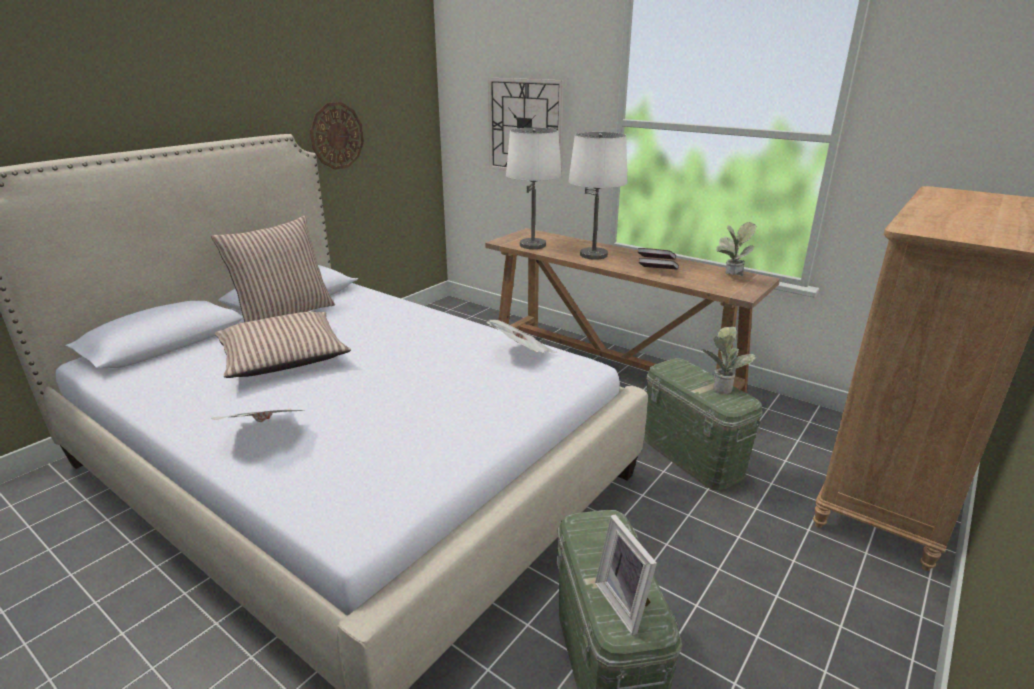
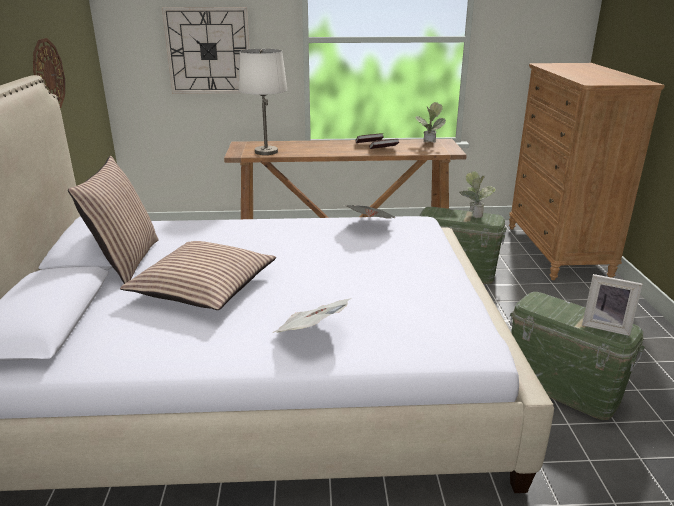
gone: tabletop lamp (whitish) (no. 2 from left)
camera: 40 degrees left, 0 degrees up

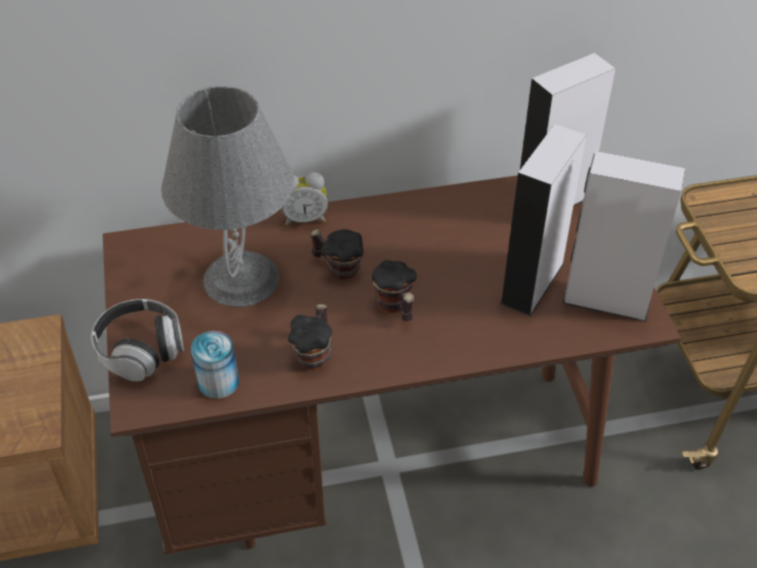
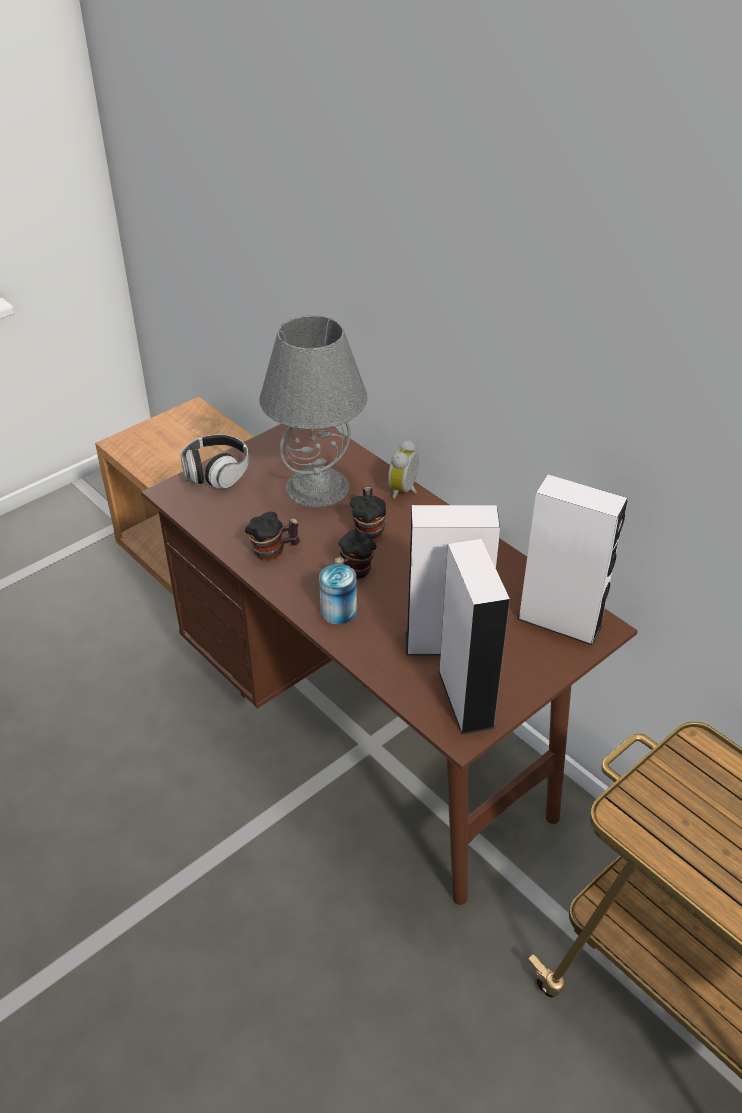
shifted: sealed can
rotated: alarm clock 60 degrees clockwise
camera: 60 degrees right, 5 degrees down

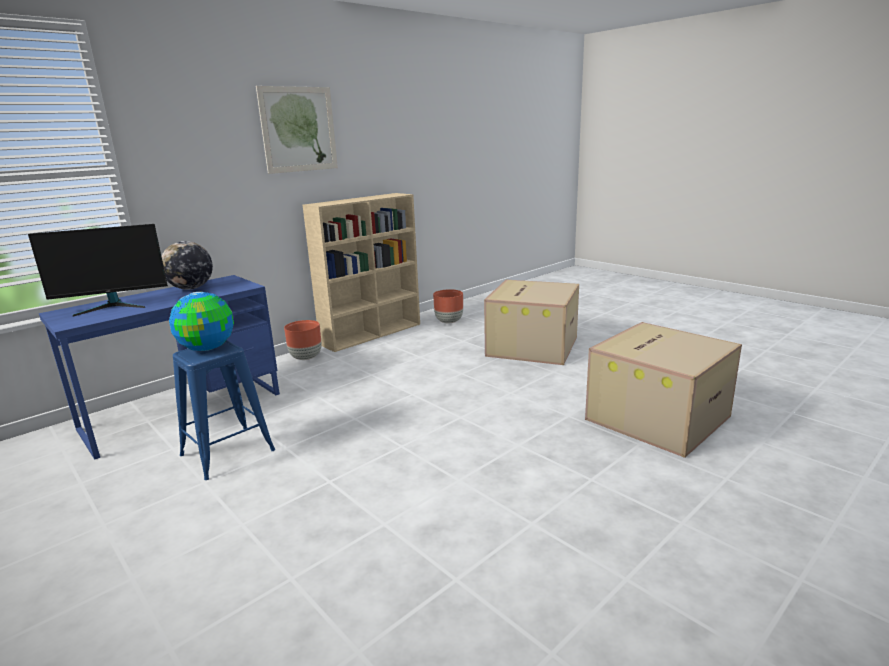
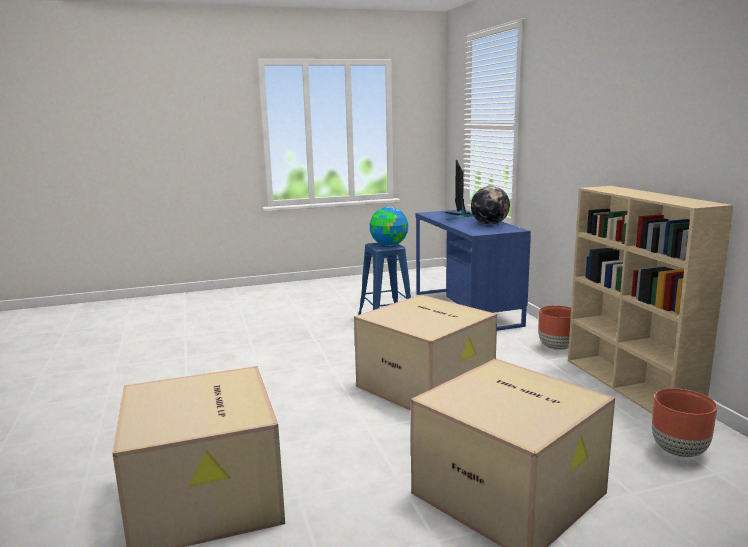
gone: wall picture
new: cardboard box (no. 2 from left)
camera: 115 degrees right, 5 degrees down

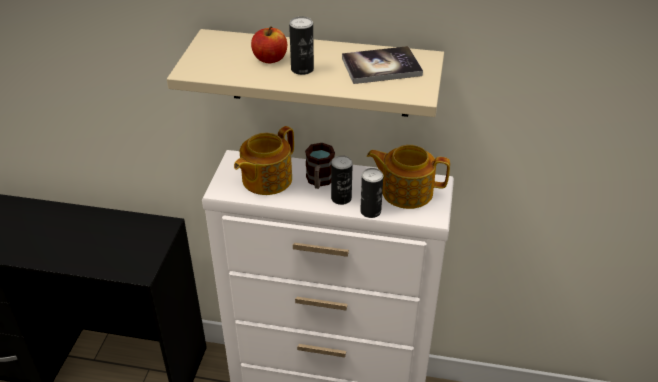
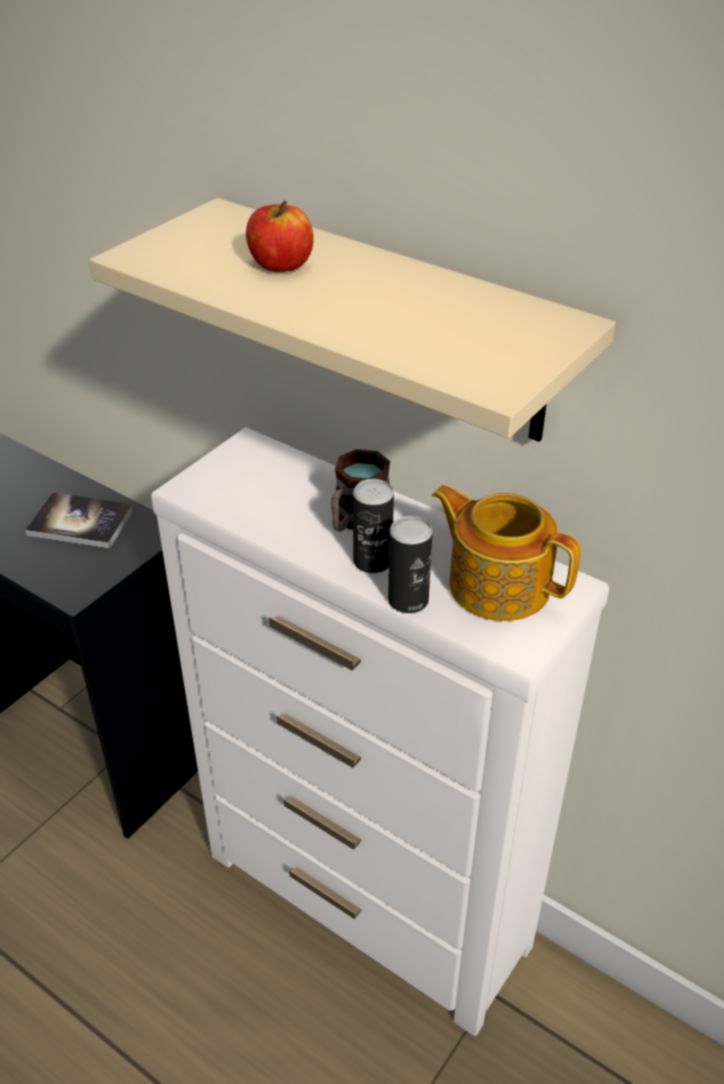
gone: pot for tea (no. 1 from left); sealed can (no. 1 from left)
shifted: book
camera: 25 degrees right, 0 degrees up

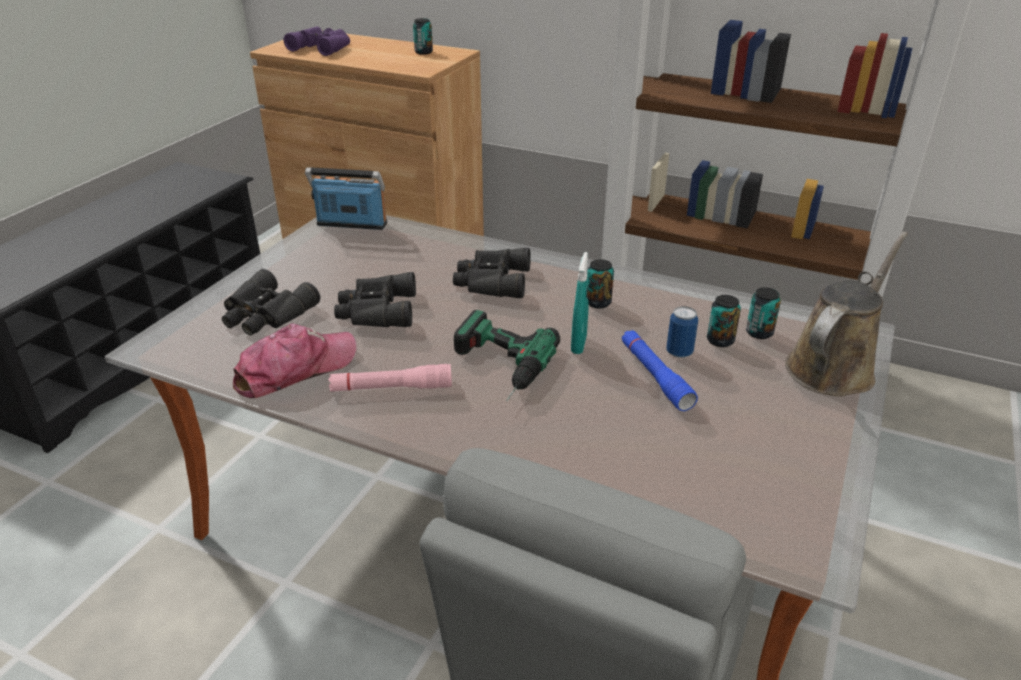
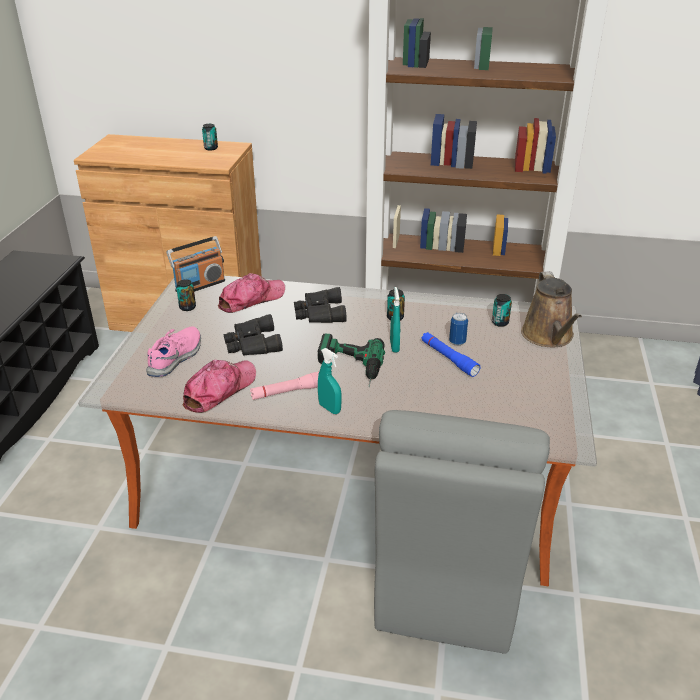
gone: binoculars (purplish)
new: baseball cap (no. 2 from left); sprayer (blue-green) (no. 1 from left)
shifted: sealed can (no. 4 from left in the first image) to sealed can (no. 1 from left)
swapped: binoculars (blackish) (no. 1 from left) to item of footwear (pink)
rotated: radio 150 degrees clockwise; sprinkling can (brown) 150 degrees clockwise
camera: 15 degrees left, 0 degrees up

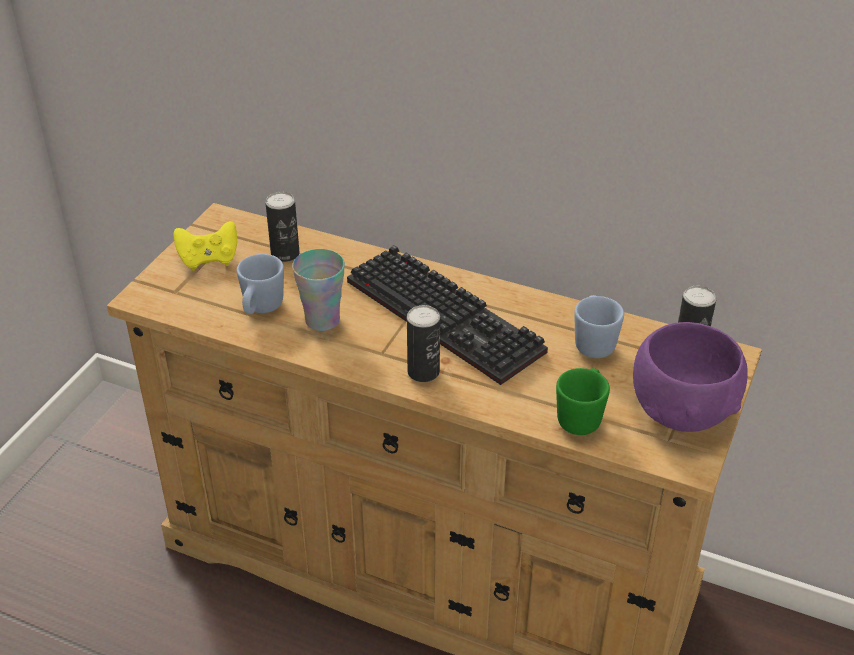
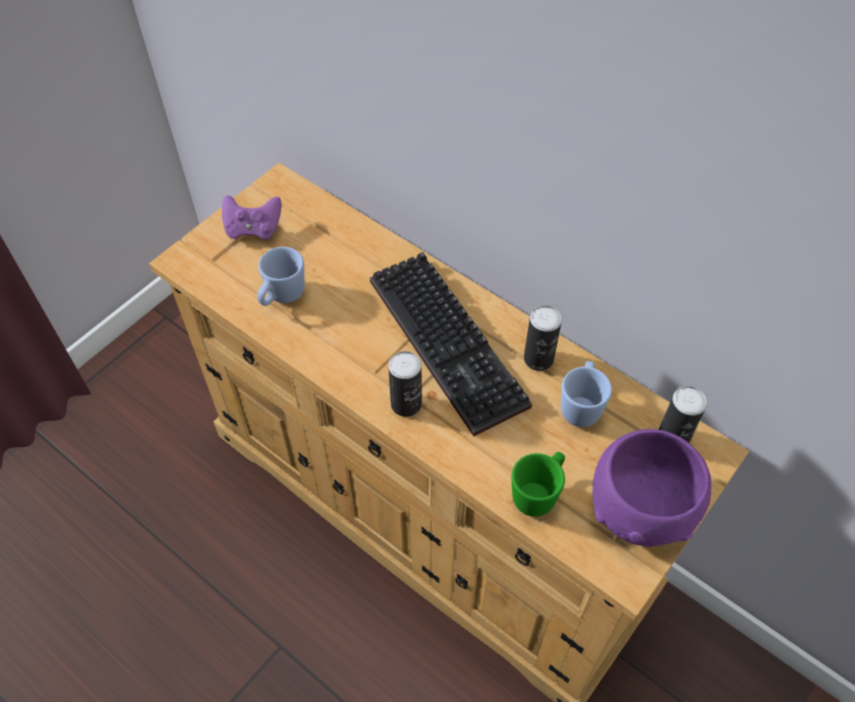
gone: cup
shifted: sealed can (no. 1 from left in the first image) to sealed can (no. 2 from left)
repainted: gamepad (yellow-coloured) to gamepad (purplish)
camera: 15 degrees right, 15 degrees up

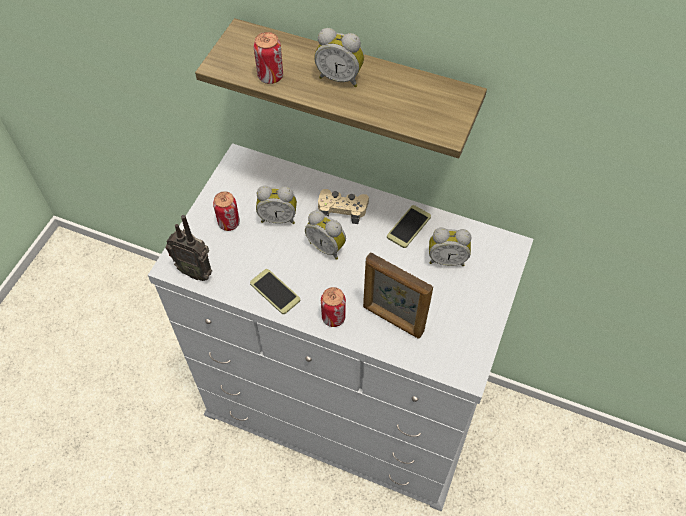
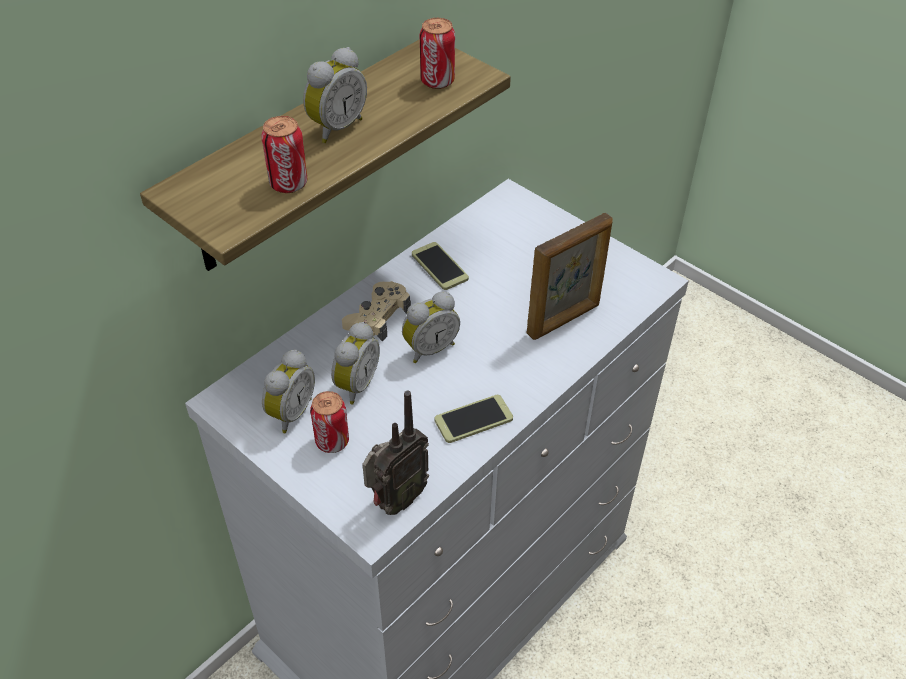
shifted: sealed can (no. 3 from left); alarm clock (no. 4 from left in the first image) to alarm clock (no. 1 from left)
camera: 70 degrees left, 10 degrees down

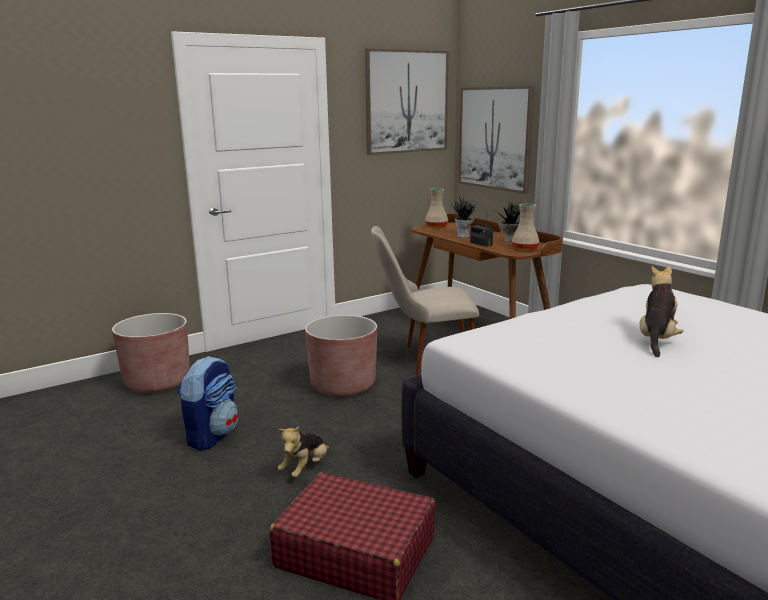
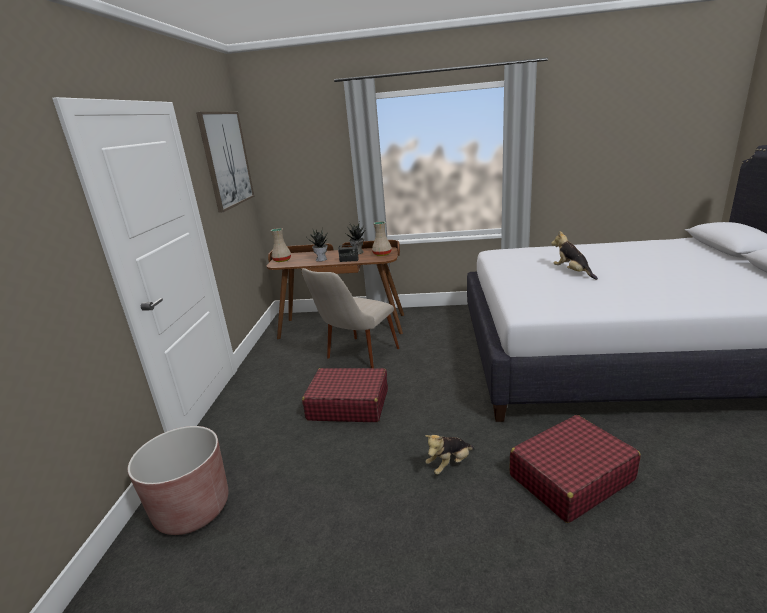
gone: knapsack; wall picture (no. 2 from left)
swapped: plant pot (brown) (no. 2 from left) to suitcase (red) (no. 1 from left)
rotated: plush toy (no. 1 from left) 75 degrees clockwise
camera: 50 degrees left, 5 degrees up

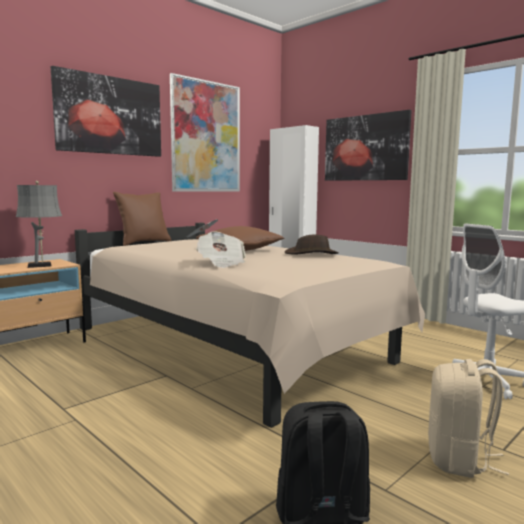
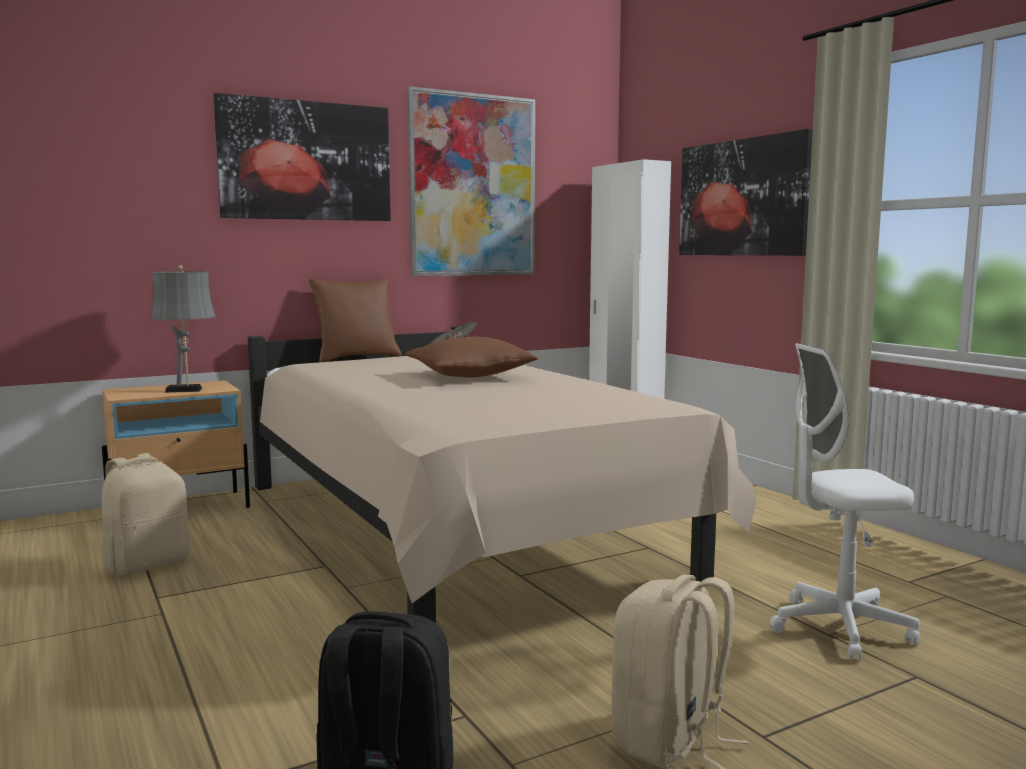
gone: daily paper (no. 2 from left); wearable hat (brown)
new: knapsack (sand-coloured) (no. 1 from left)
camera: 15 degrees right, 0 degrees up

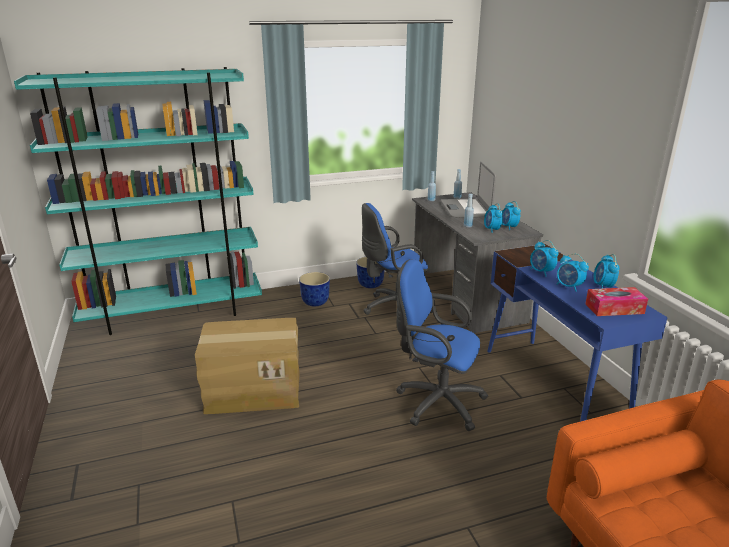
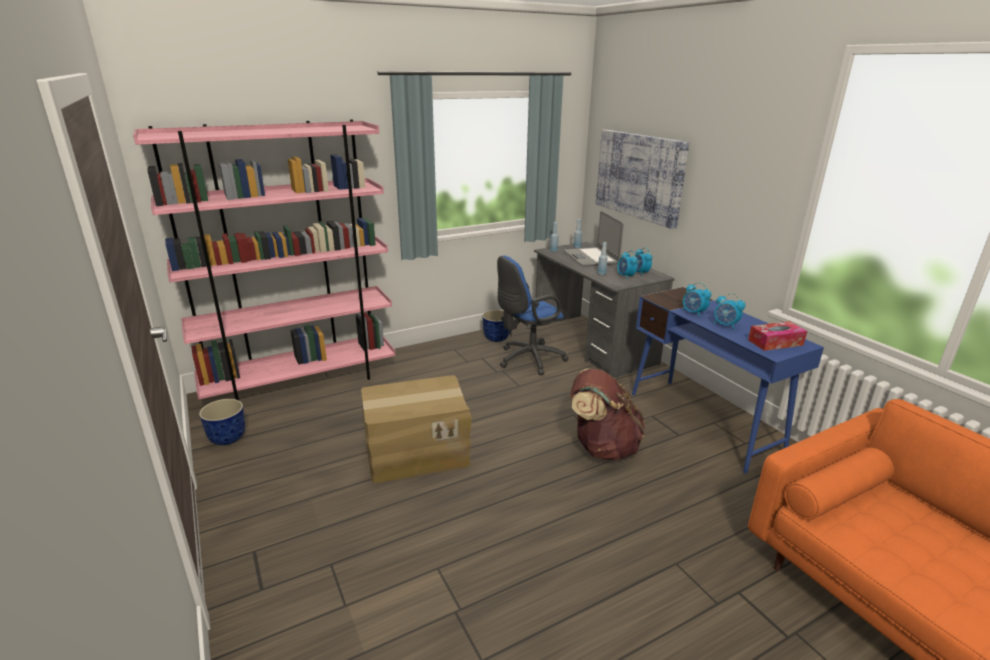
gone: alarm clock (no. 5 from left)
new: wall picture
shifted: plant pot (no. 1 from left)
swapped: desk chair (bluish) (no. 2 from left) to knapsack (brown)
repainted: bookcase (blue-green) to bookcase (pink)
camera: 10 degrees left, 0 degrees up

